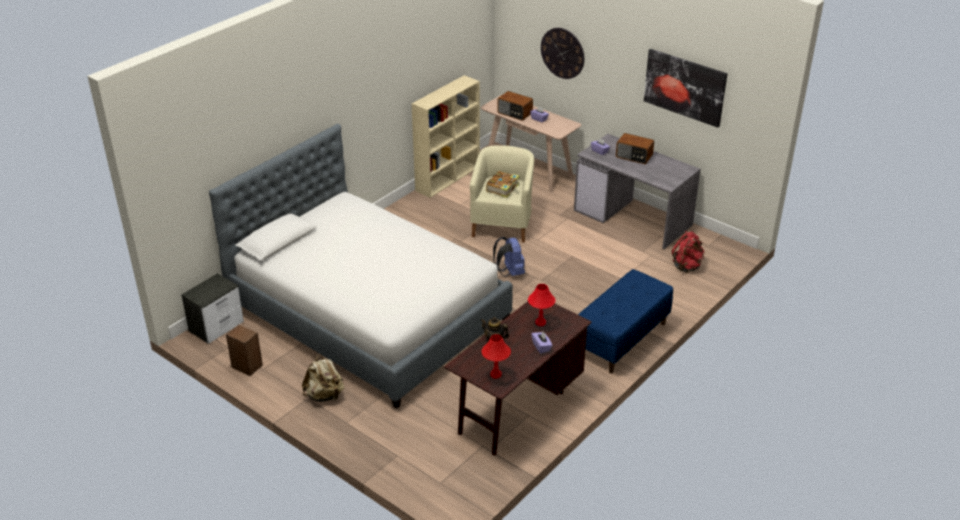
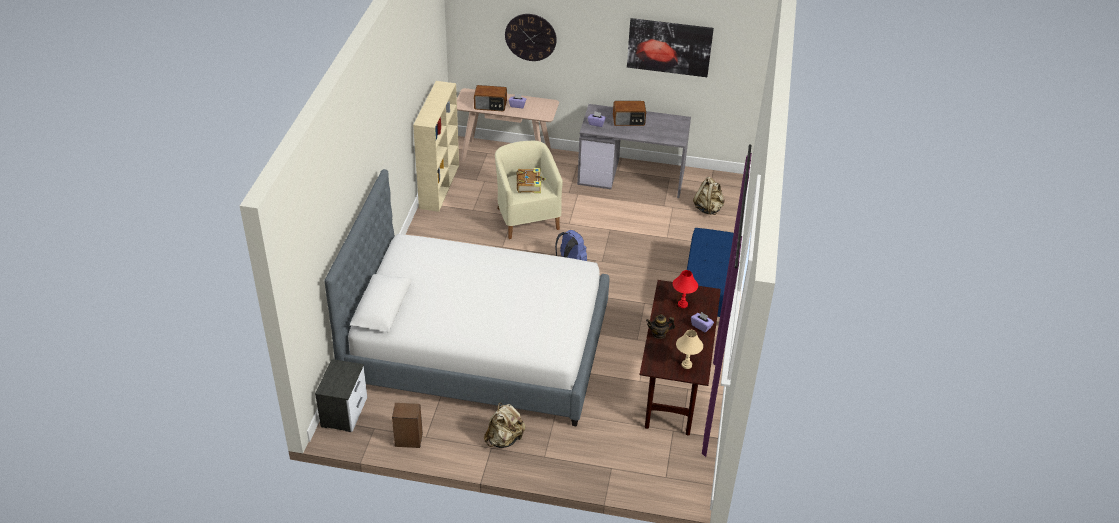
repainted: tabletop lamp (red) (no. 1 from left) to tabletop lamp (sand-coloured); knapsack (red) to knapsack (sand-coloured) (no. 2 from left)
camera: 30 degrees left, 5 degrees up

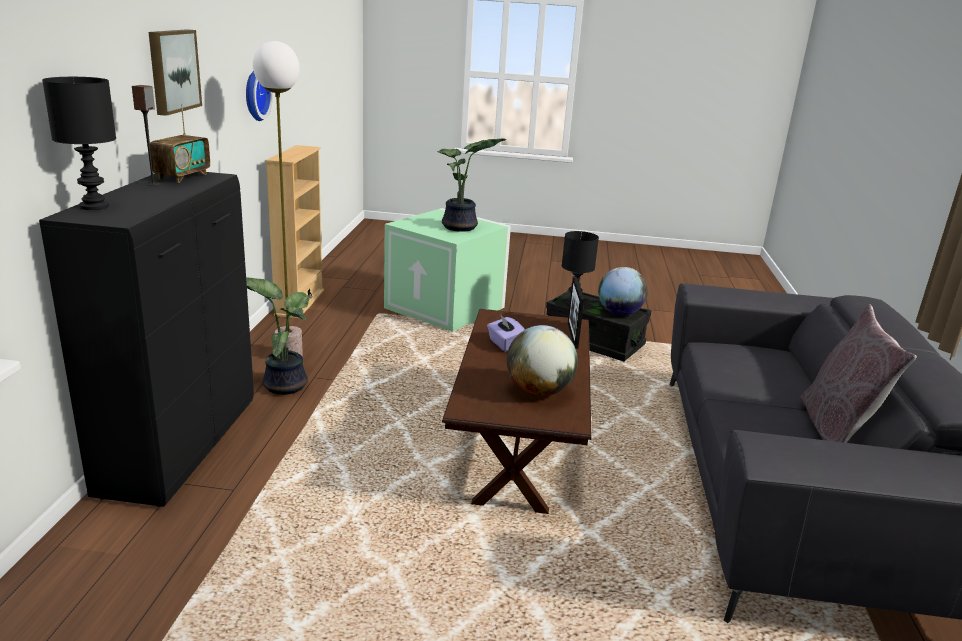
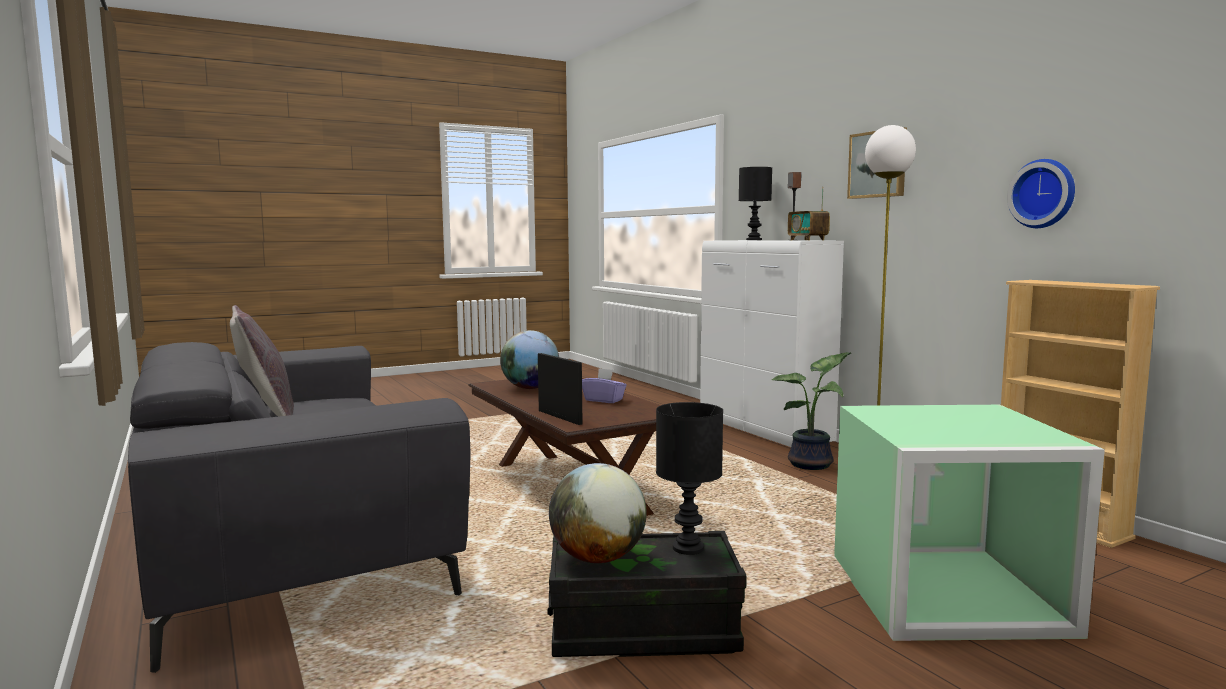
gone: plant in a pot (no. 2 from left)
repainted: cupboard (blackish) to cupboard (whitish)
camera: 145 degrees right, 15 degrees down

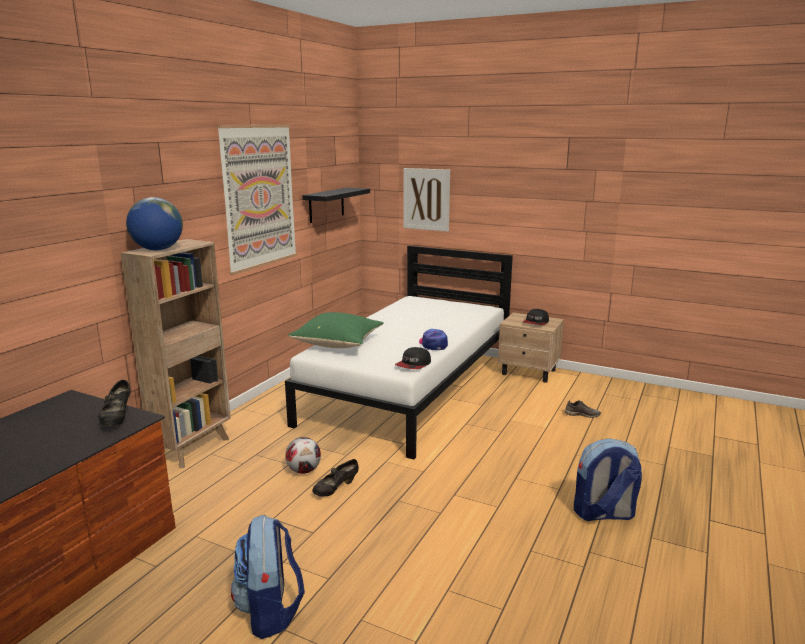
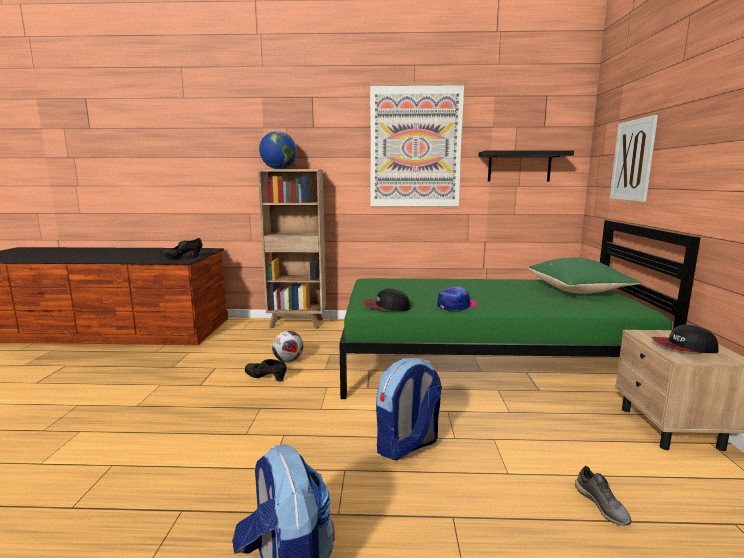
shifted: knapsack (no. 1 from left in the first image) to knapsack (no. 2 from left); throw pillow (greenish)
repainted: sleeping bed (whitish) to sleeping bed (greenish)
camera: 65 degrees right, 5 degrees down

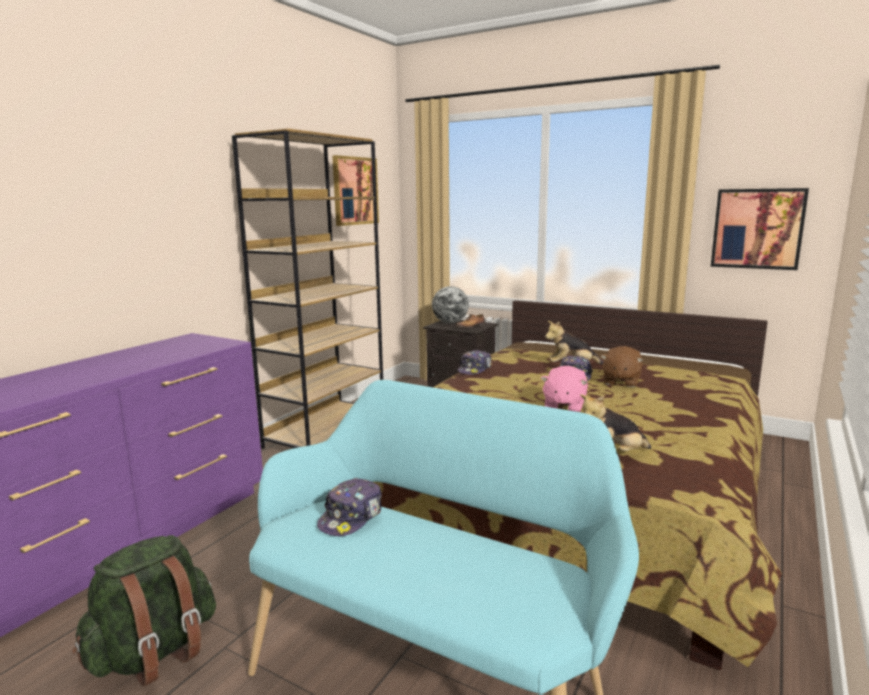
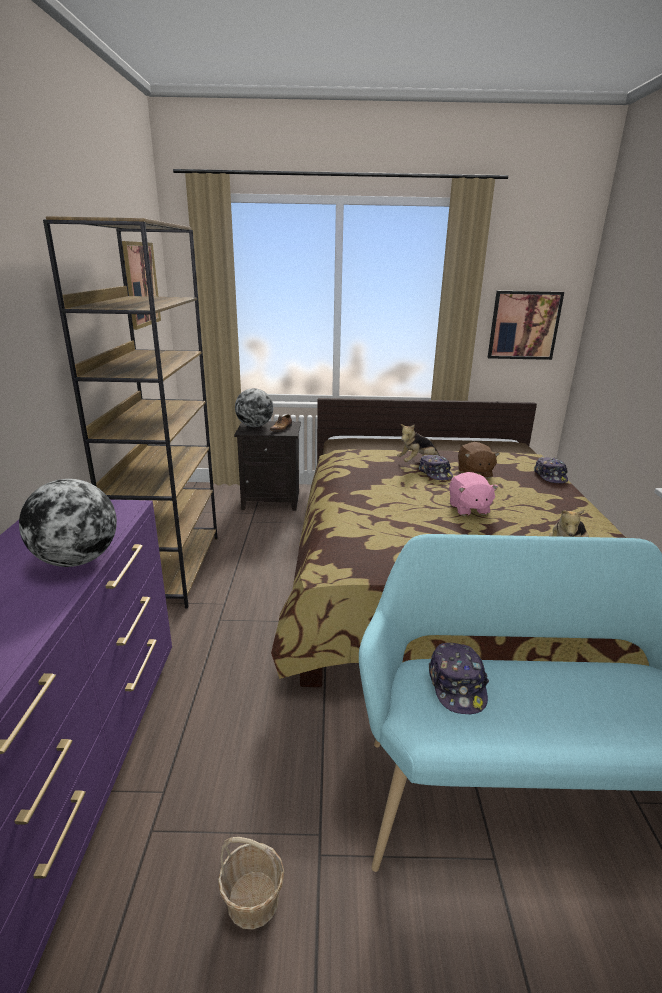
new: globe (no. 1 from left)
shifted: baseball cap (no. 2 from left in the first image) to baseball cap (no. 3 from left)
swapped: knapsack (greenish) to basket
camera: 30 degrees left, 10 degrees up

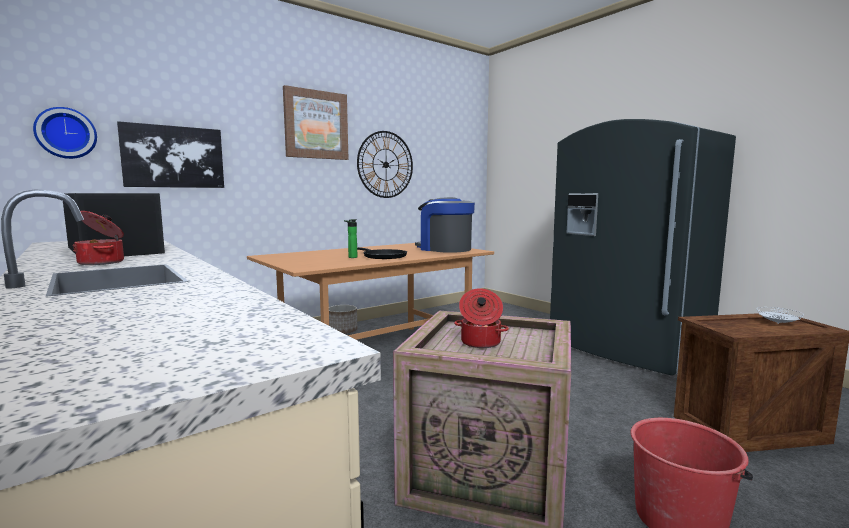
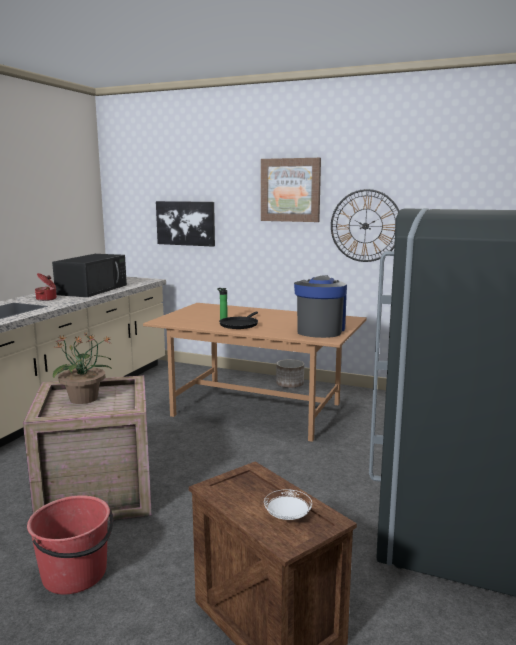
gone: hanging clock (no. 1 from left)
swapped: cooking pot (no. 2 from left) to plant in a pot
camera: 60 degrees right, 5 degrees up

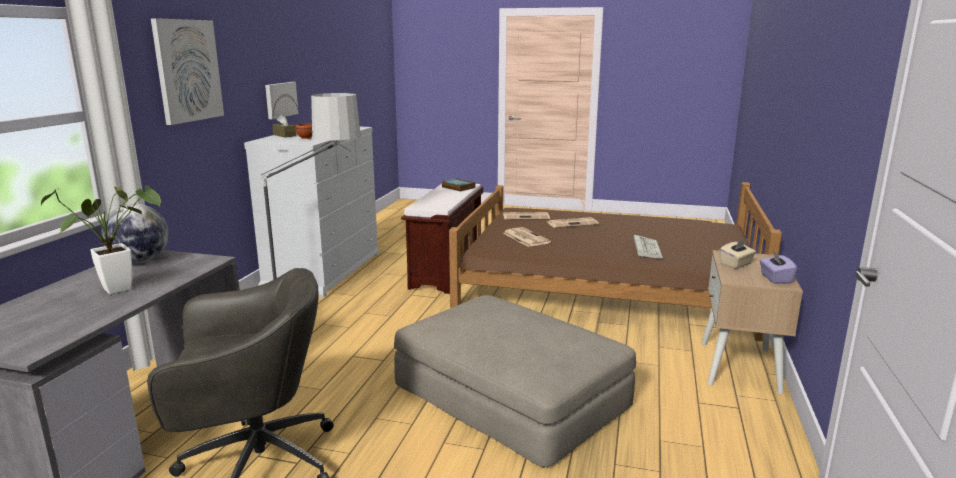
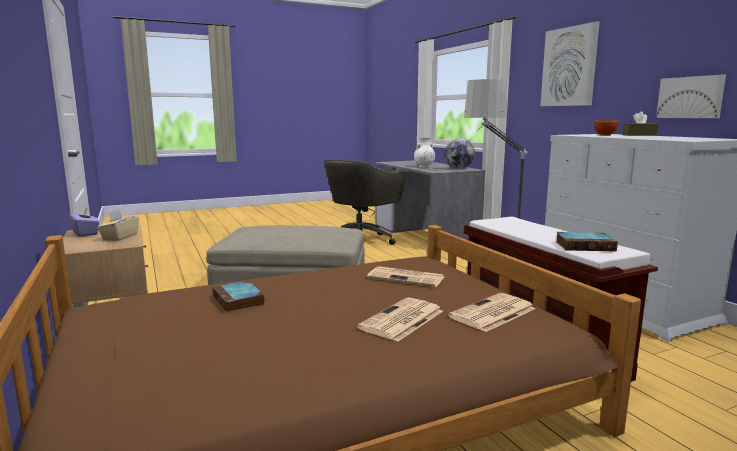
swapped: plant in a pot to vase (whitish); keyboard to book (no. 1 from left)
camera: 140 degrees right, 5 degrees down

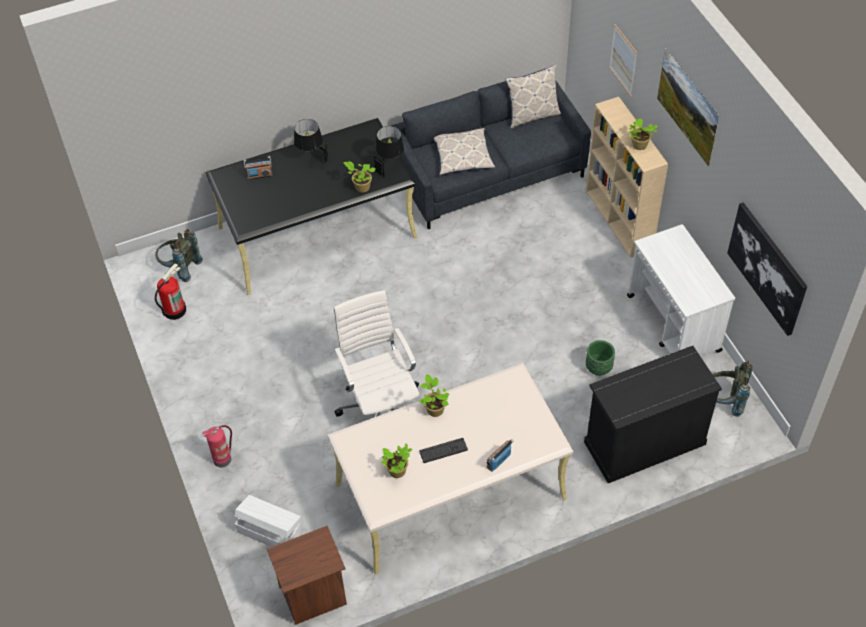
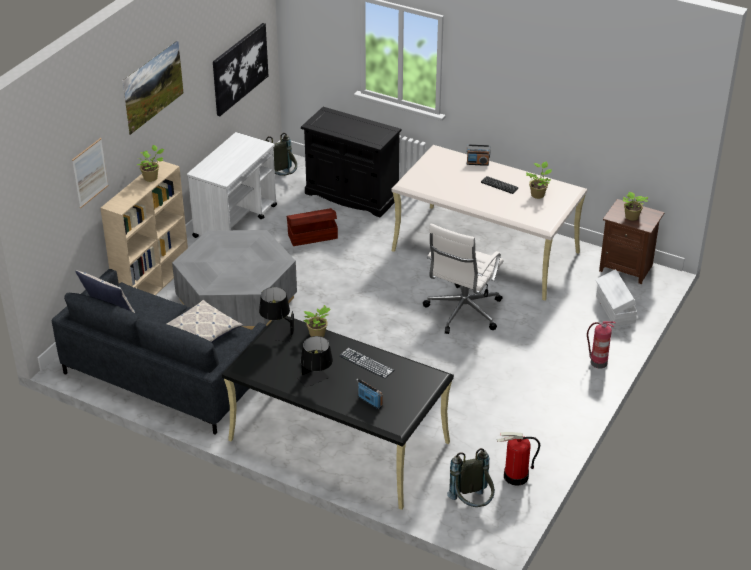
new: coffee table (gray); keyboard (no. 1 from left)
shifted: plant in a pot (no. 3 from left in the first image) to plant in a pot (no. 4 from left)
swapped: plant pot (greenish) to storage box (brown)
camera: 130 degrees left, 15 degrees down

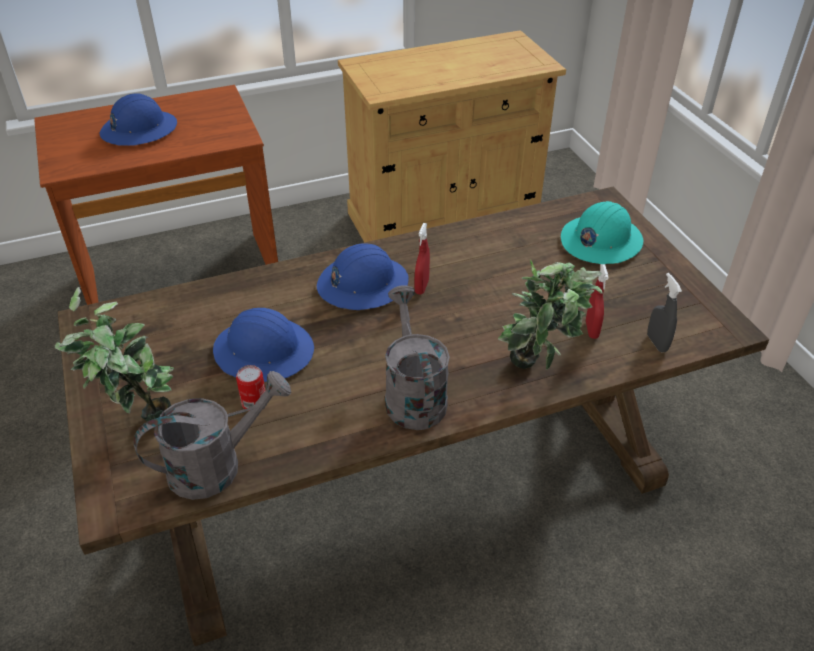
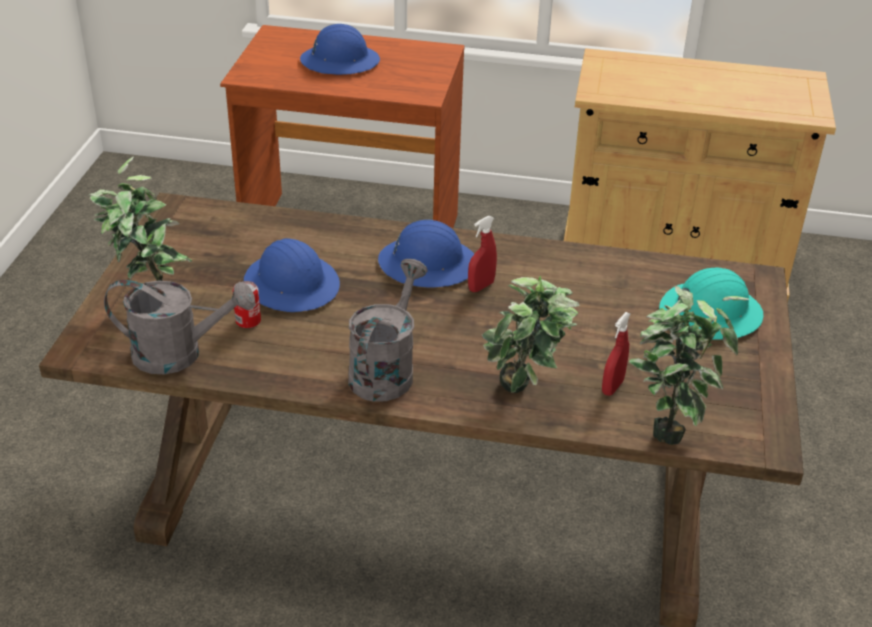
swapped: sprayer (gray) to plant in a pot (no. 3 from left)
camera: 30 degrees right, 5 degrees down

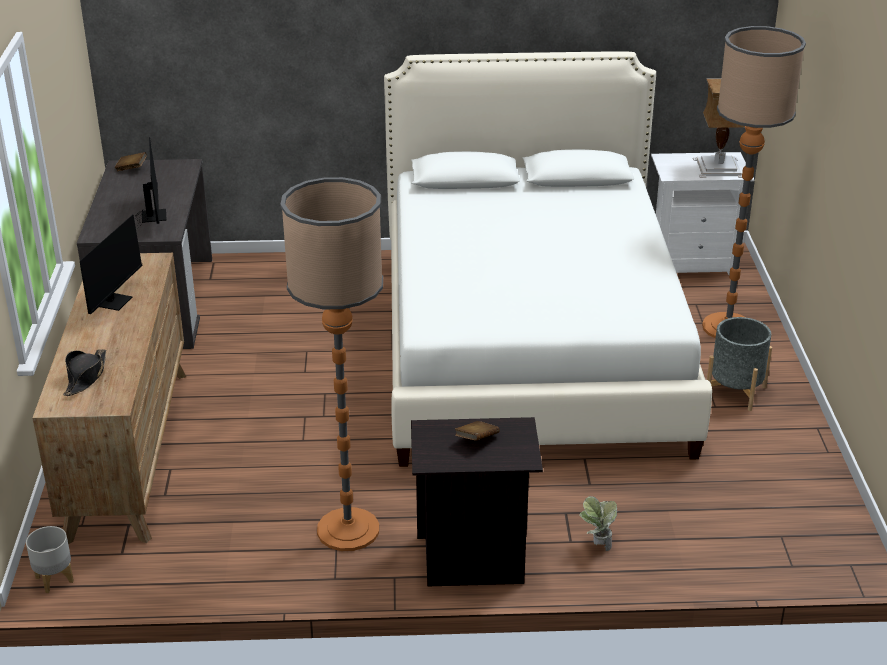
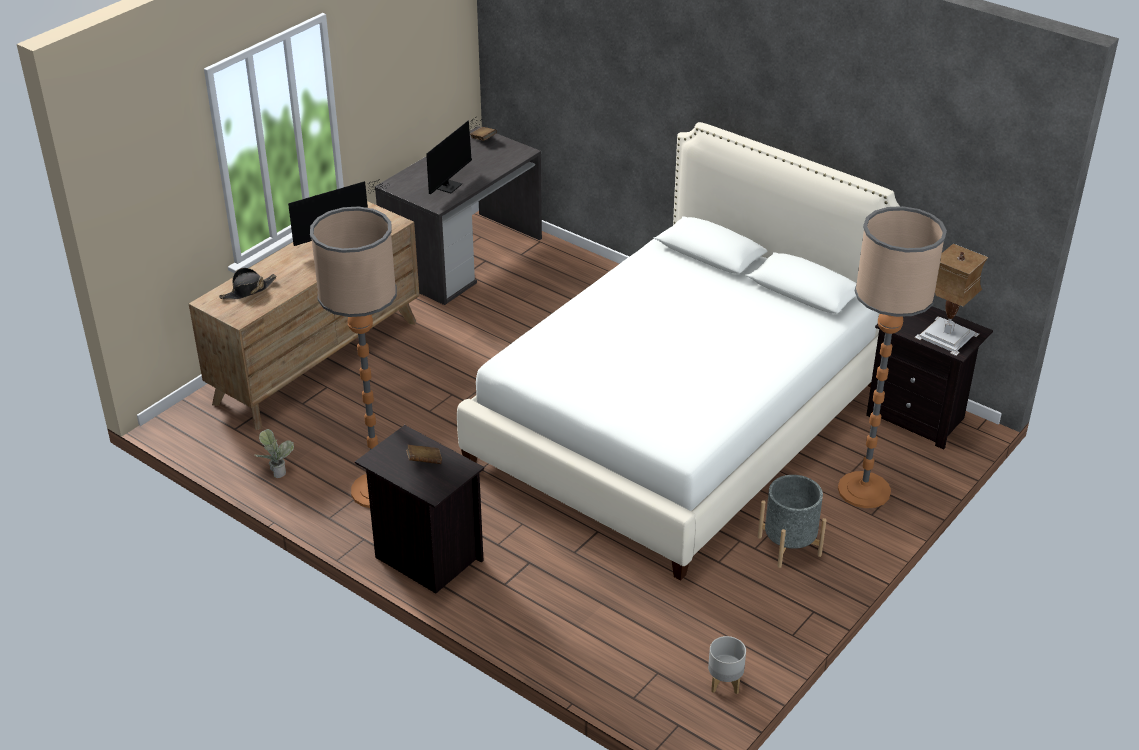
shifted: plant pot (gray) (no. 1 from left); plant in a pot
repainted: nightstand (whitish) to nightstand (blackish) (no. 2 from left)
camera: 40 degrees right, 5 degrees up

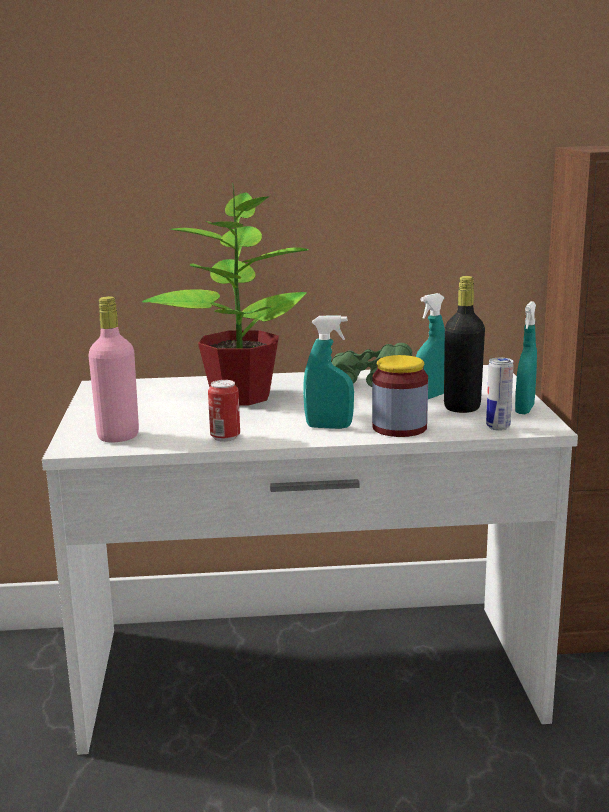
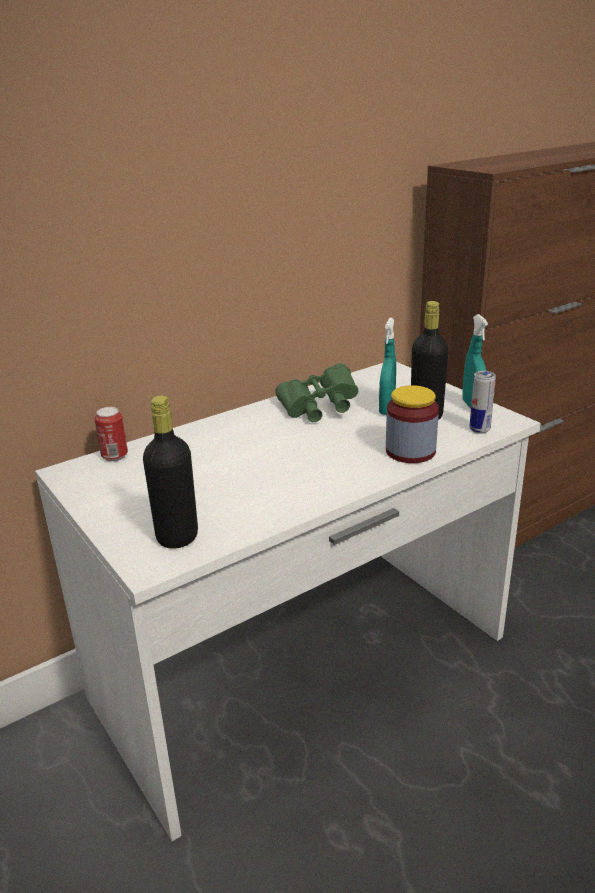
gone: plant in a pot; sprayer (blue-green) (no. 1 from left)
shifted: sealed can (no. 1 from left)
repainted: drink bottle (pink) to drink bottle (blackish) (no. 1 from left)
camera: 30 degrees left, 10 degrees up

